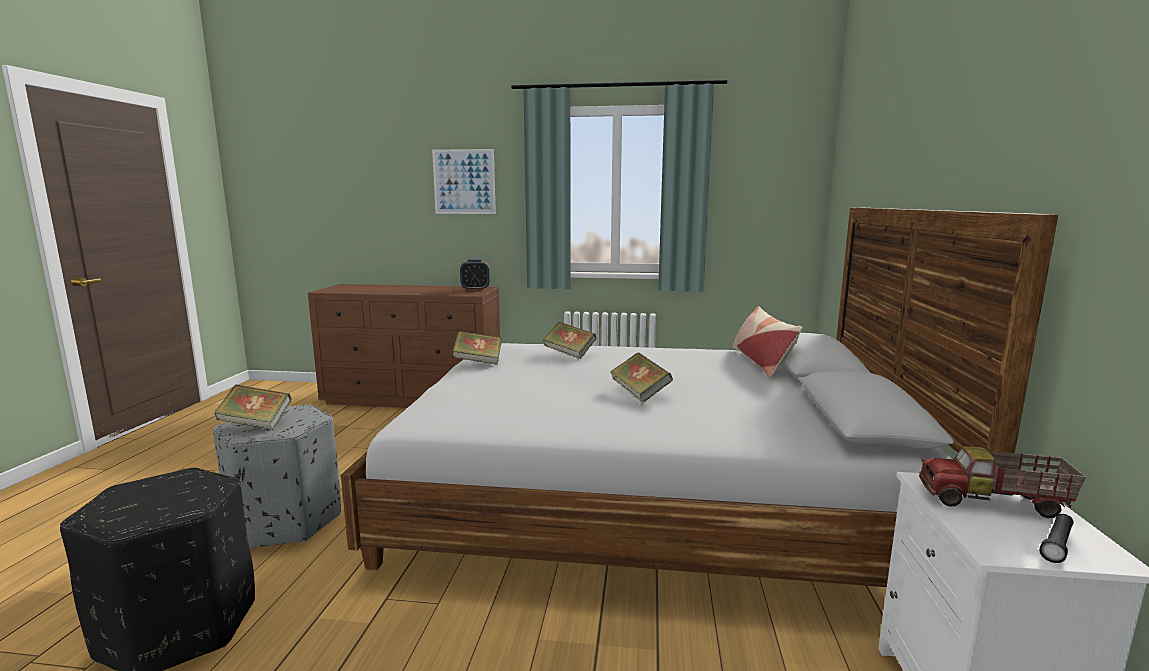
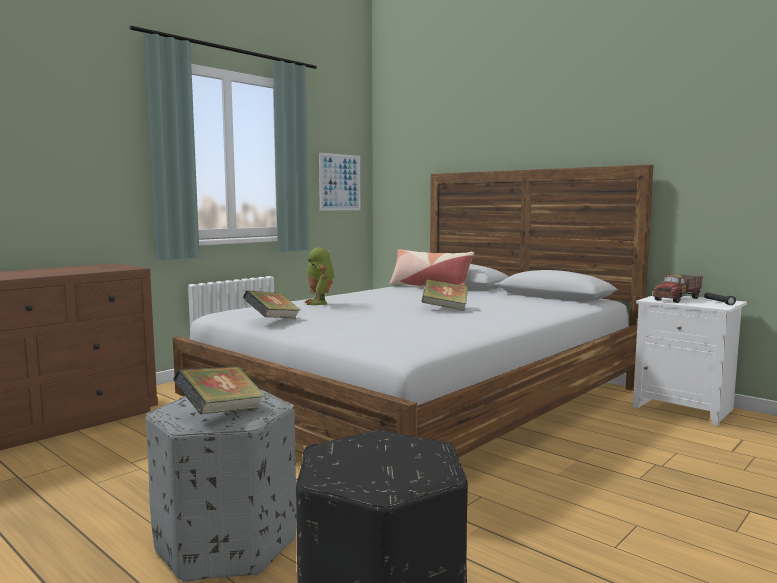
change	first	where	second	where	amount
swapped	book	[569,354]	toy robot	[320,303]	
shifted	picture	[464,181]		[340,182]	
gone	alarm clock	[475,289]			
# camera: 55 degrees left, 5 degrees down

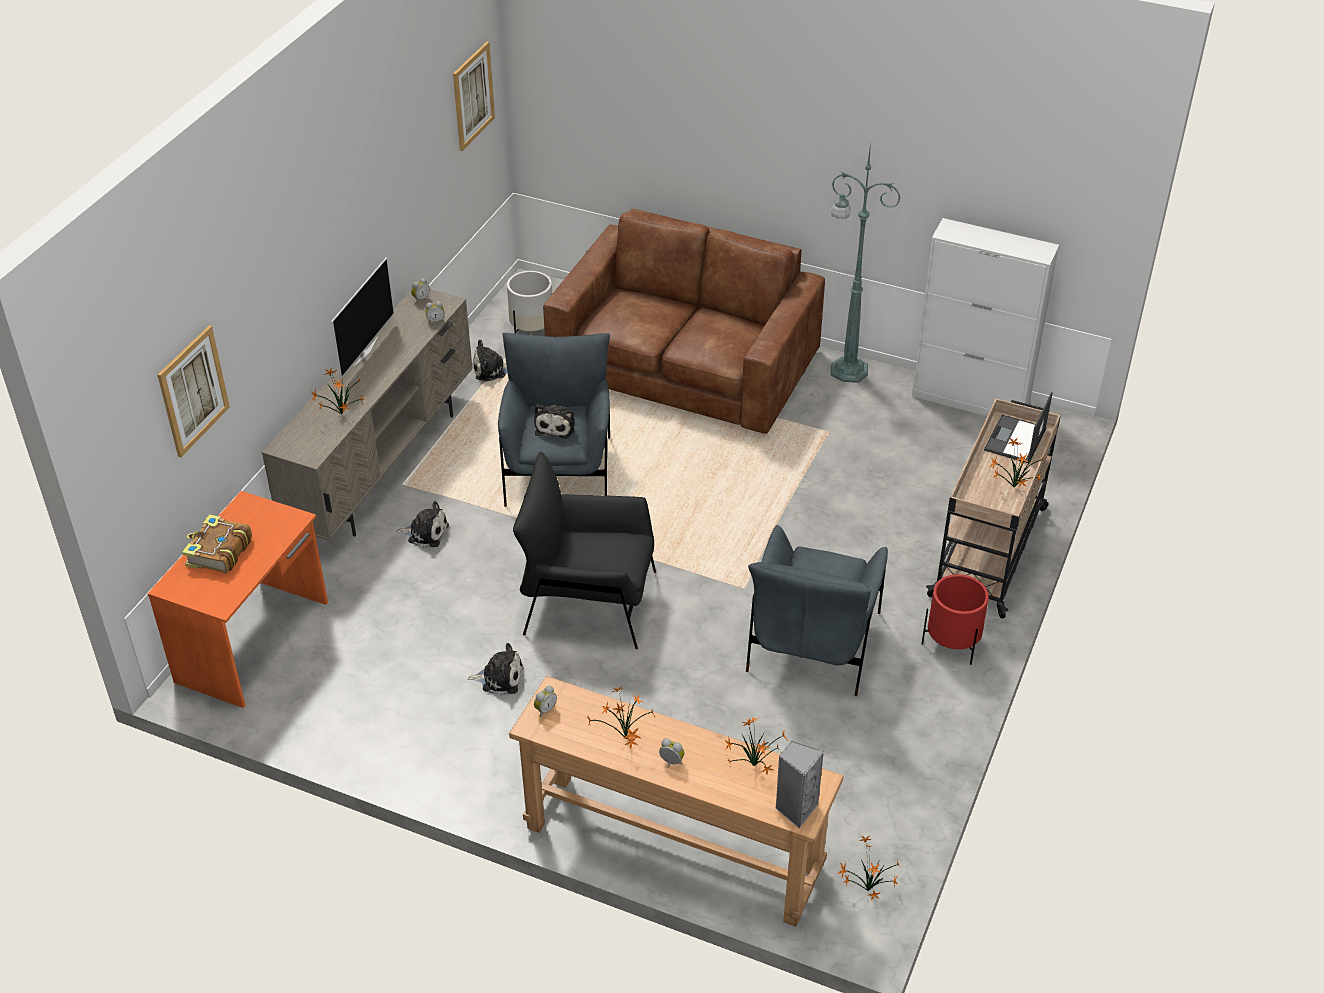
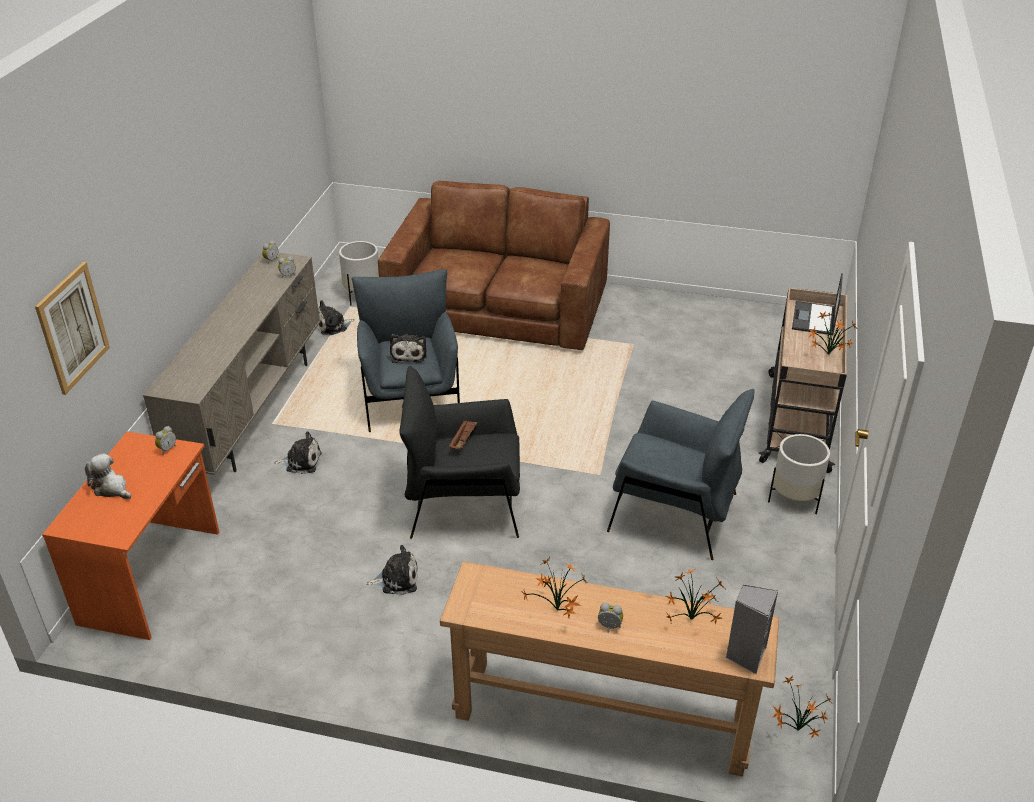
change	first	where	second	where	amount
swapped	book	[218,552]	plush toy	[111,488]	
shifted	alarm clock	[545,709]		[167,449]	
new			brown tray	[463,440]	
rotated	grey armchair	[813,643]		[674,513]	75 degrees counterclockwise
repainted	red planter	[952,644]	white planter	[794,499]	
gone	potted plant	[340,414]			
gone	television	[364,352]			
gone	picture	[473,96]			
gone	green floor lamp	[847,369]			
gone	white cabinet	[971,400]			
# camera: 10 degrees left, 5 degrees down

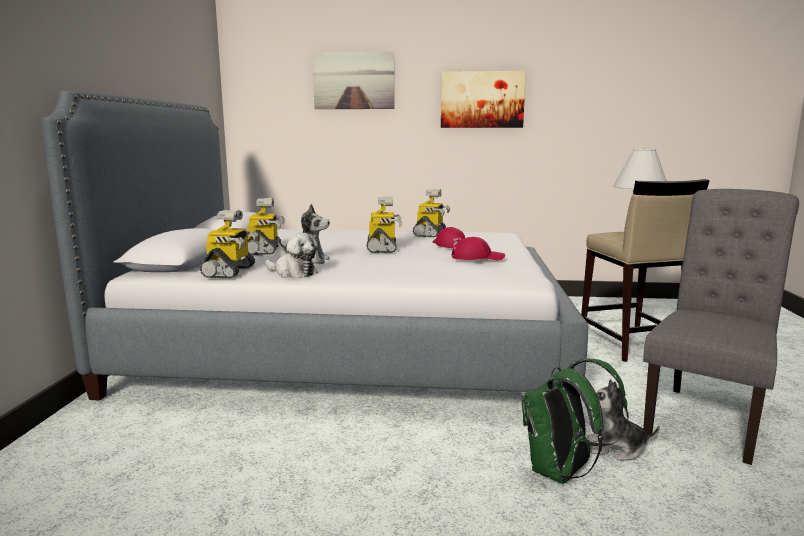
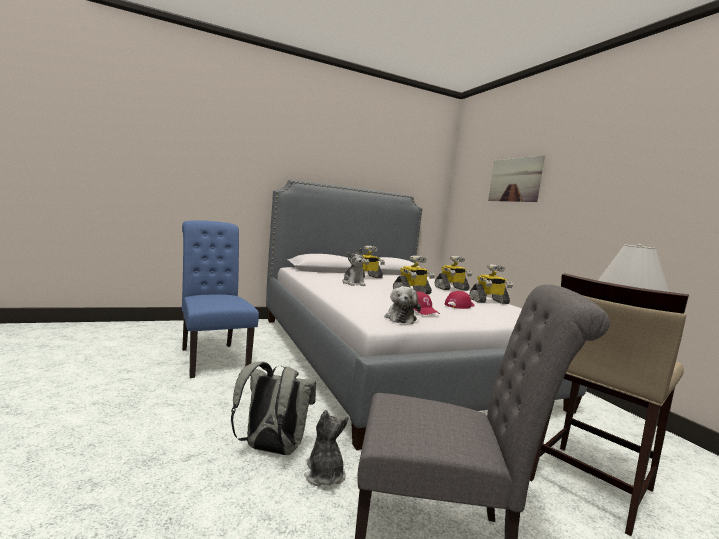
change	first	where	second	where	amount
new			blue chair	[212,357]	
repainted	green backpack	[562,473]	grey backpack	[270,449]	
shifted	plush toy	[293,273]		[400,318]	
shifted	toy robot	[230,271]		[451,289]	
gone	picture	[482,100]			
# camera: 60 degrees right, 5 degrees down

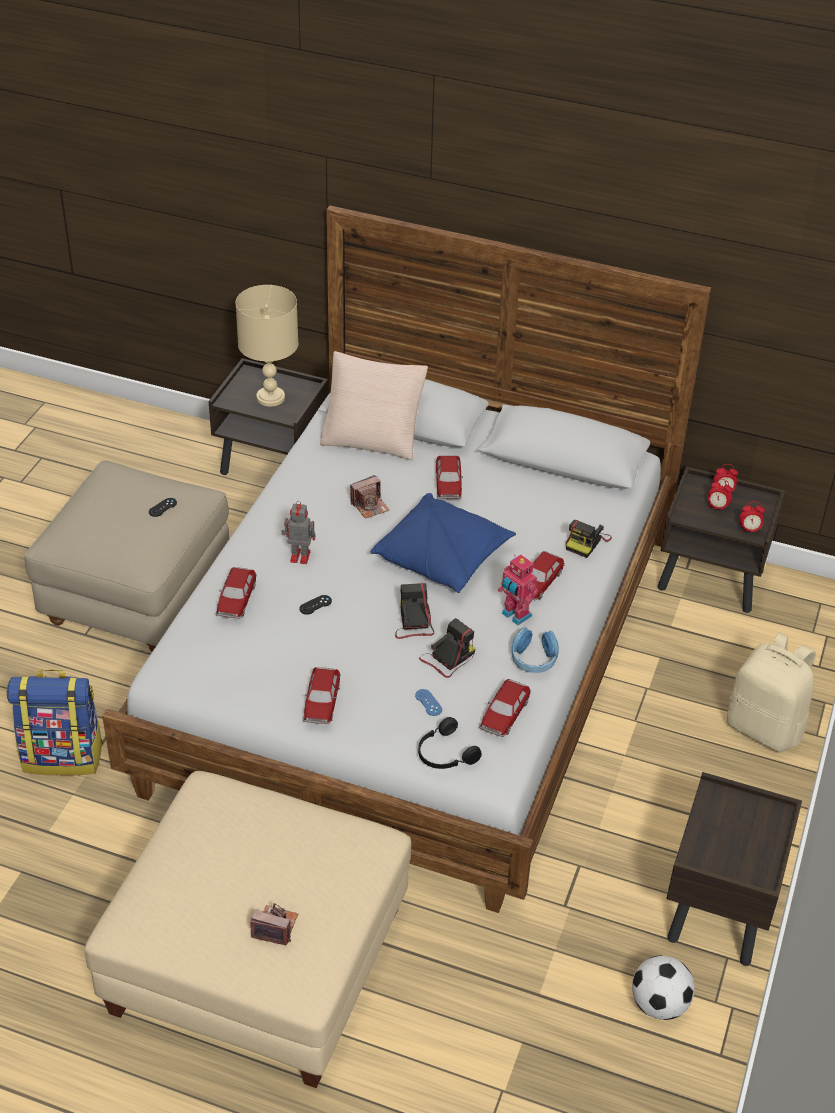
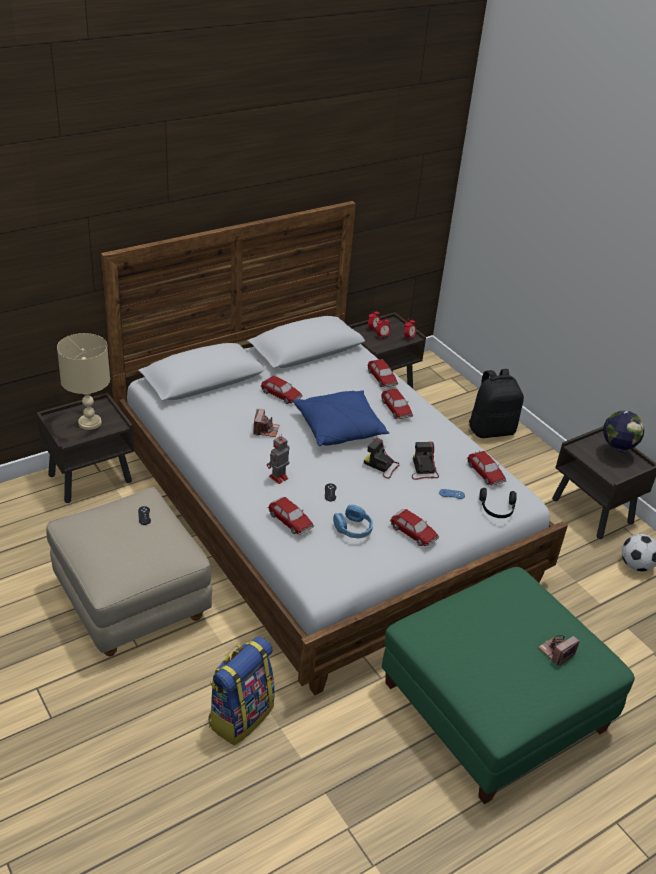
change	first	where	second	where	amount
shifted	blue headphones	[534,658]		[353,529]	
swapped	photo camera	[586,542]	toy car	[382,378]	
repainted	beige ottoman	[260,958]	green ottoman	[494,705]	
repainted	beige backpack	[765,727]	black backpack	[491,429]	
new			globe	[615,454]	
gone	beige pillow	[373,436]			
gone	toy robot	[515,615]			
# camera: 55 degrees left, 5 degrees down

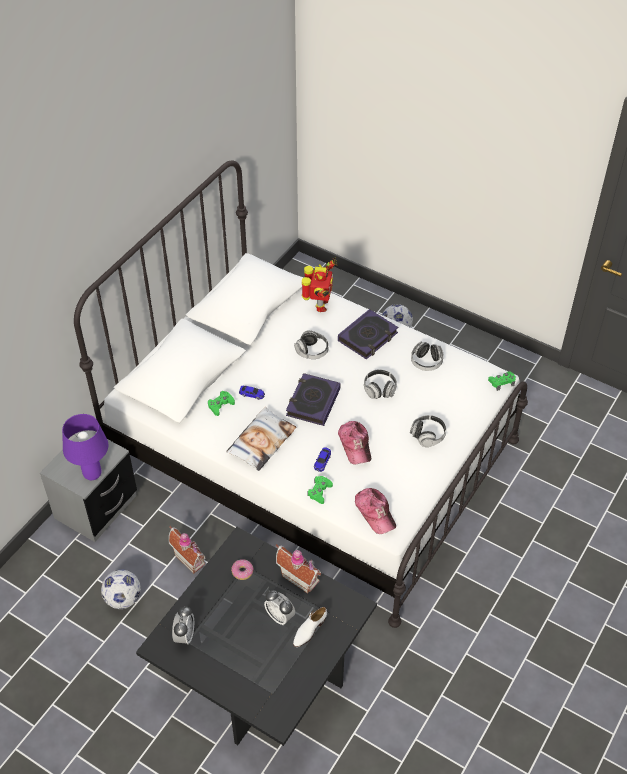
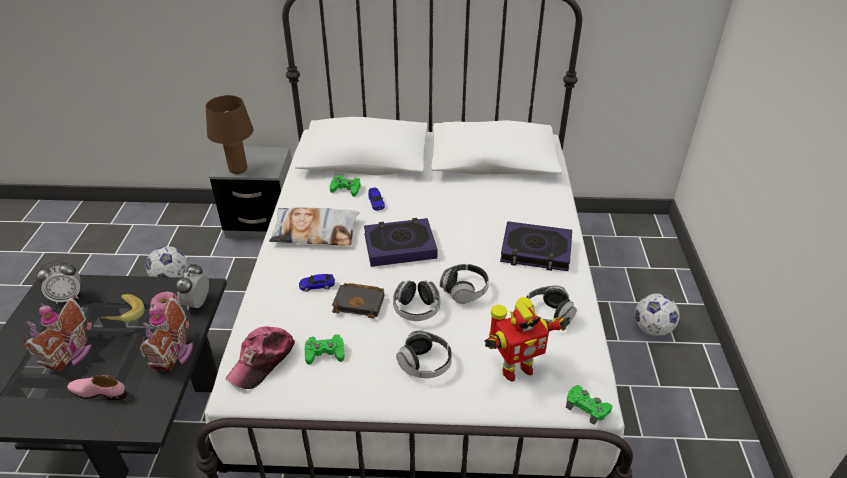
change	first	where	second	where	amount
shifted	toy house	[191,558]		[71,354]	
repainted	white shoe	[309,630]	pink shoe	[98,392]	
new			banana	[123,317]	
shifted	alarm clock	[280,616]		[197,303]	
repainted	purple table lamp	[92,474]	brown table lamp	[238,170]	
shifted	green game controller	[319,491]		[325,353]	
swapped	cap	[355,445]	black book	[360,302]	
shifted	headphones	[312,351]		[416,309]	
shifted	toy robot	[320,305]		[515,369]	
# camera: 60 degrees right, 10 degrees down

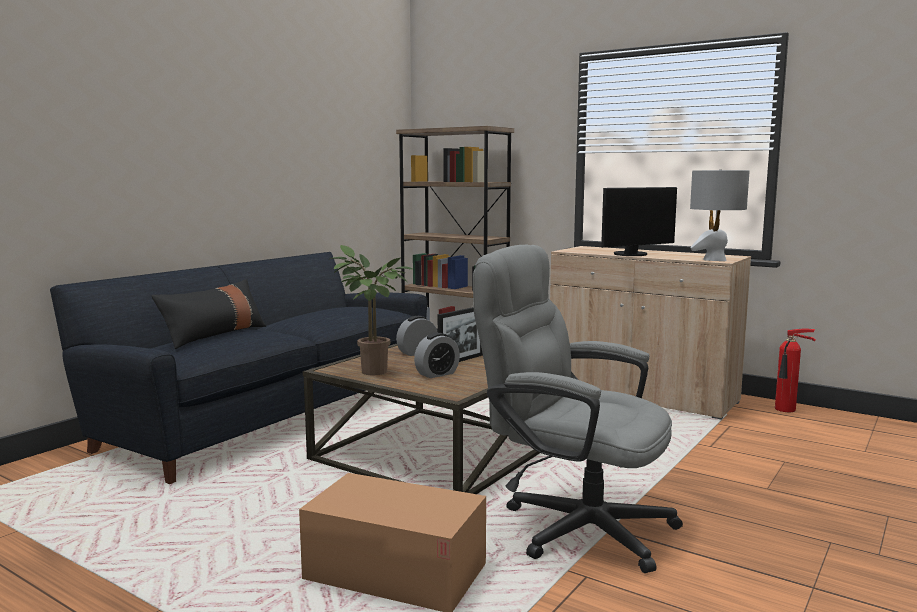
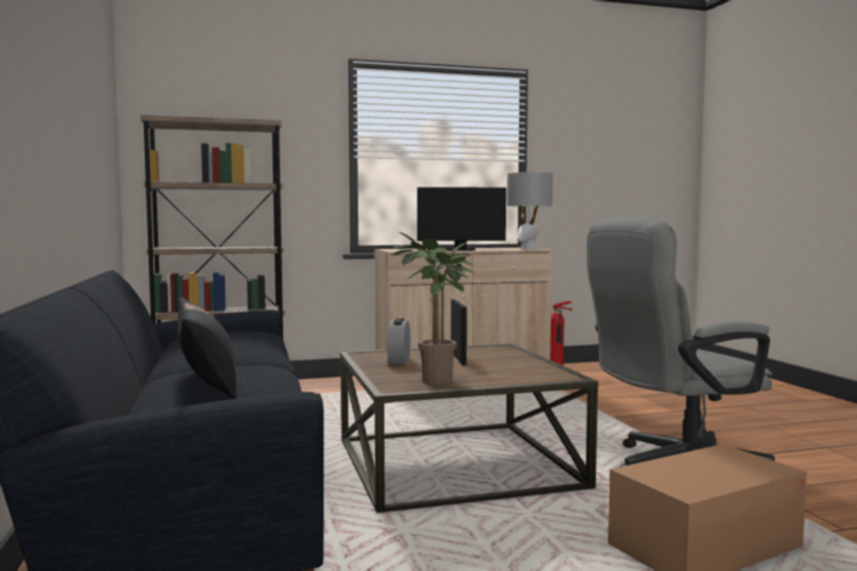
change	first	where	second	where	amount
rotated	monitor	[633,254]		[461,250]	75 degrees clockwise
gone	alarm clock	[437,374]			
# camera: 50 degrees left, 5 degrees down

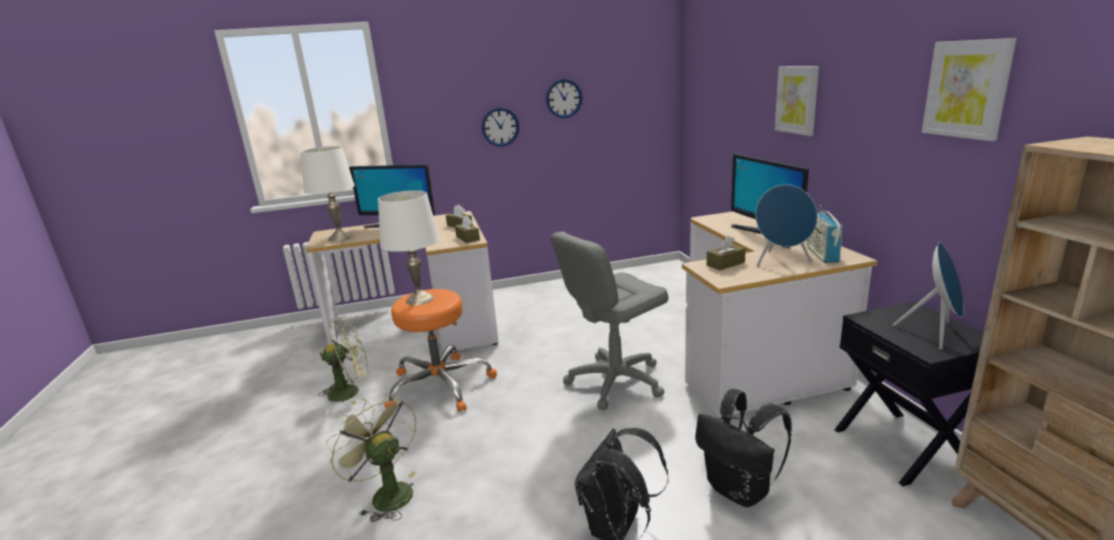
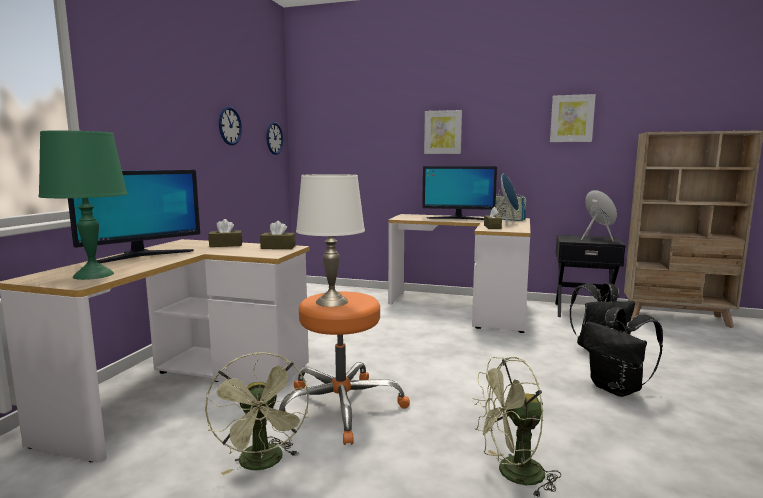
change	first	where	second	where	amount
repainted	white table lamp	[340,237]	green table lamp	[93,275]	
rotated	green fan	[351,391]		[263,464]	150 degrees clockwise
shifted	wall clock	[500,127]		[274,138]	
gone	grey office chair	[615,381]			
# camera: 60 degrees left, 10 degrees down

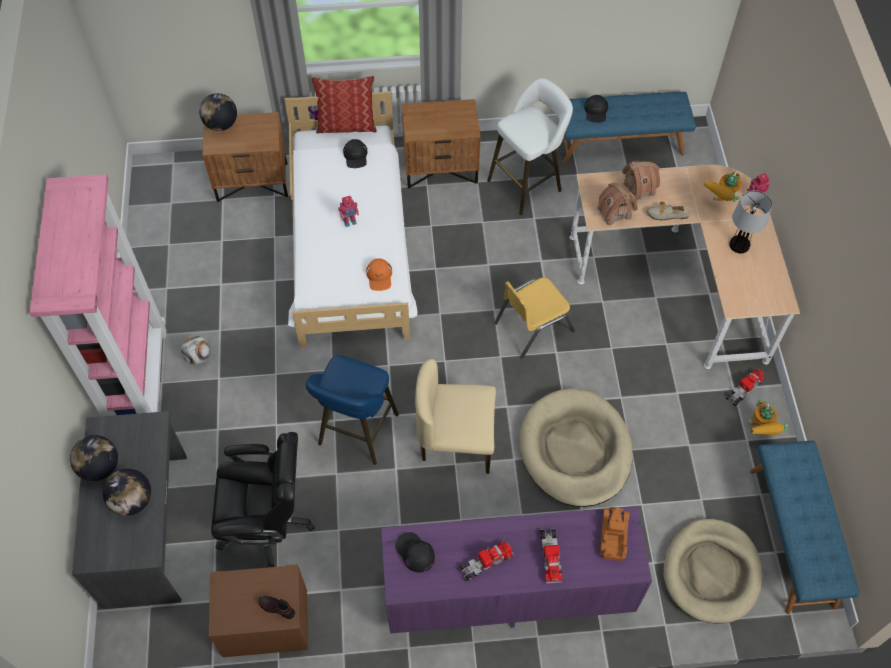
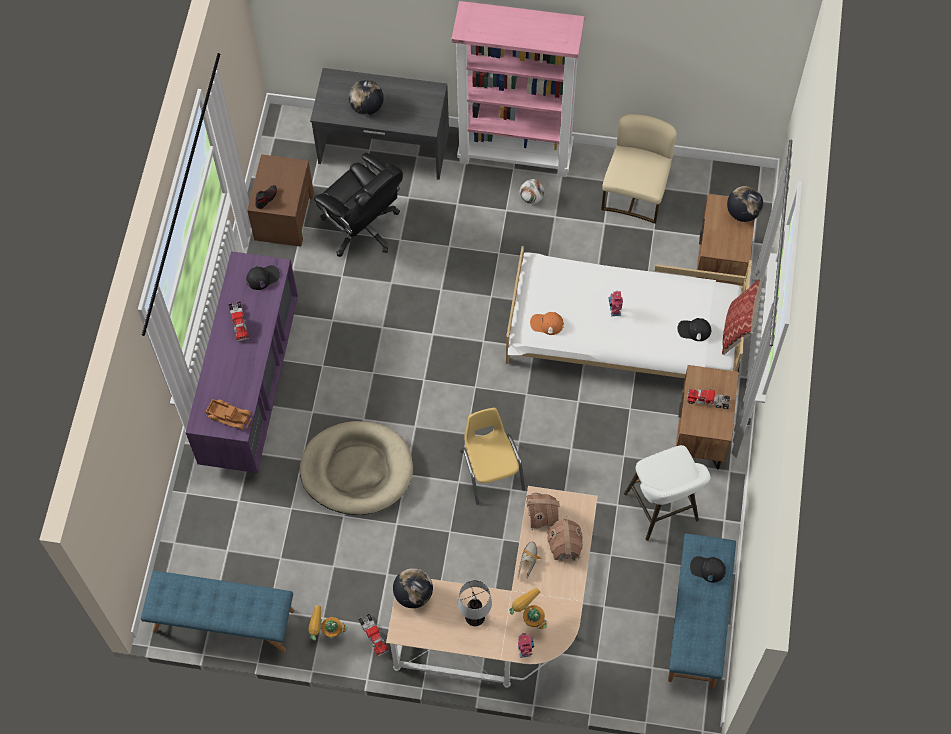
change	first	where	second	where	amount
rotated	black office chair	[267,524]		[362,227]	60 degrees counterclockwise
shifted	globe	[100,467]		[413,594]	
shifted	beige chair	[456,441]		[635,193]	
shifted	toy truck	[550,557]		[708,400]	
gone	blue stool	[356,433]			
gone	beige dog bed	[711,572]			
# camera: 105 degrees right, 5 degrees up

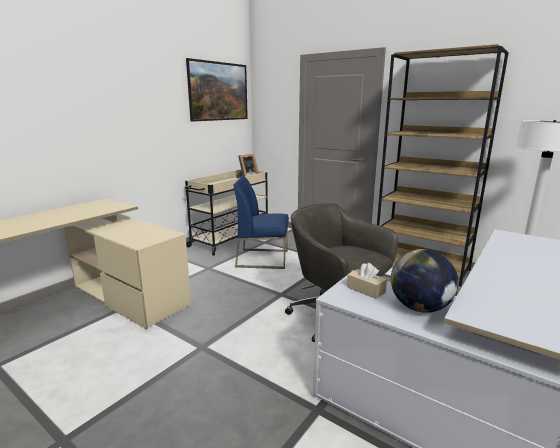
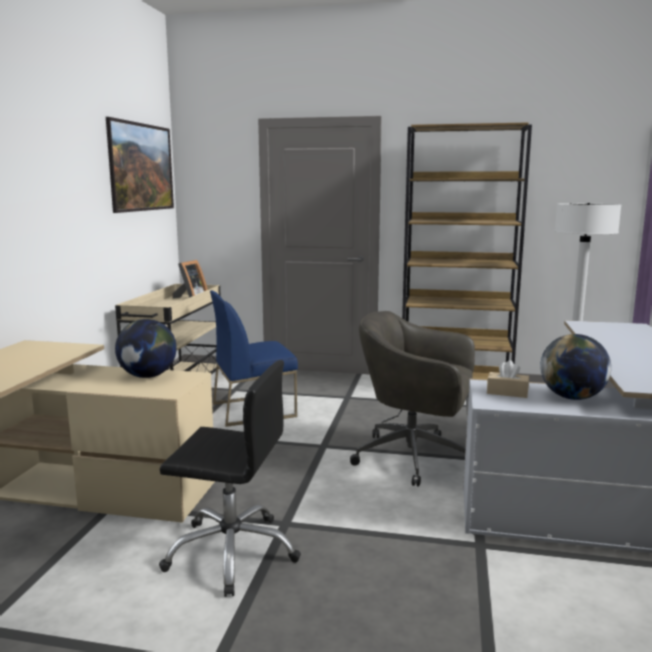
change	first	where	second	where	amount
new			globe	[148,376]	
new			black office chair	[232,552]	
# camera: 25 degrees left, 5 degrees down

